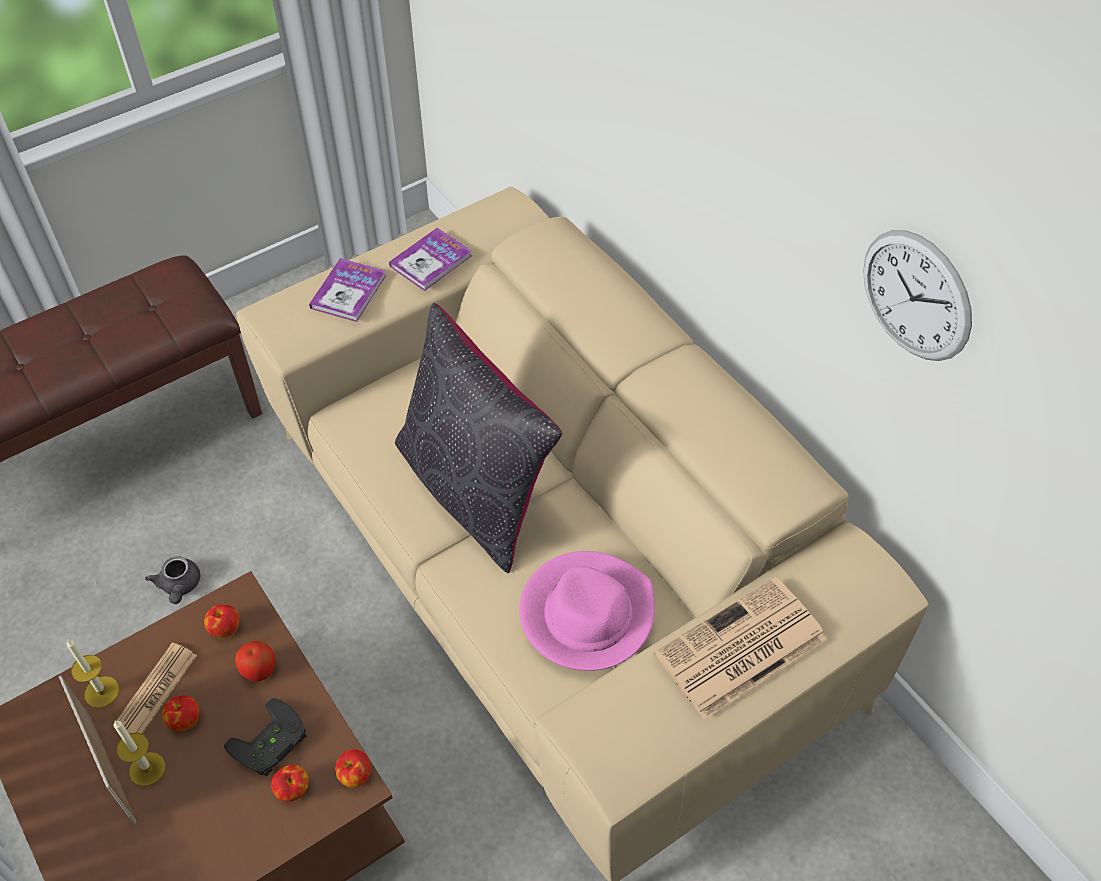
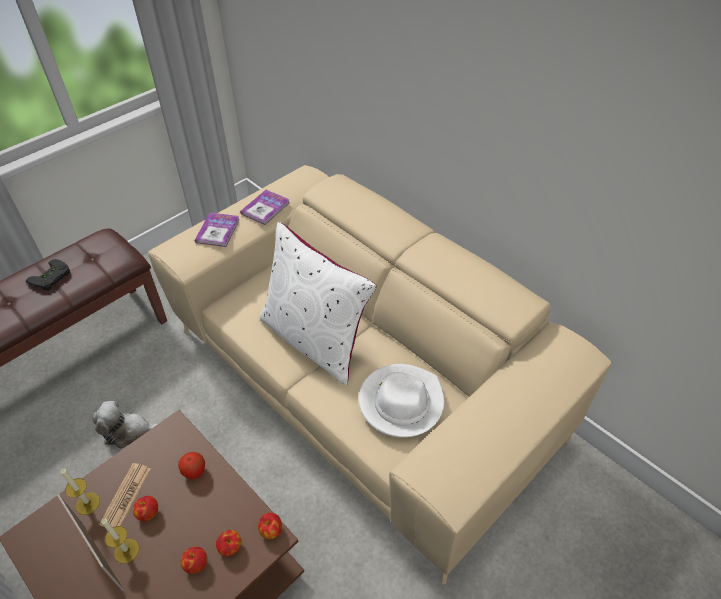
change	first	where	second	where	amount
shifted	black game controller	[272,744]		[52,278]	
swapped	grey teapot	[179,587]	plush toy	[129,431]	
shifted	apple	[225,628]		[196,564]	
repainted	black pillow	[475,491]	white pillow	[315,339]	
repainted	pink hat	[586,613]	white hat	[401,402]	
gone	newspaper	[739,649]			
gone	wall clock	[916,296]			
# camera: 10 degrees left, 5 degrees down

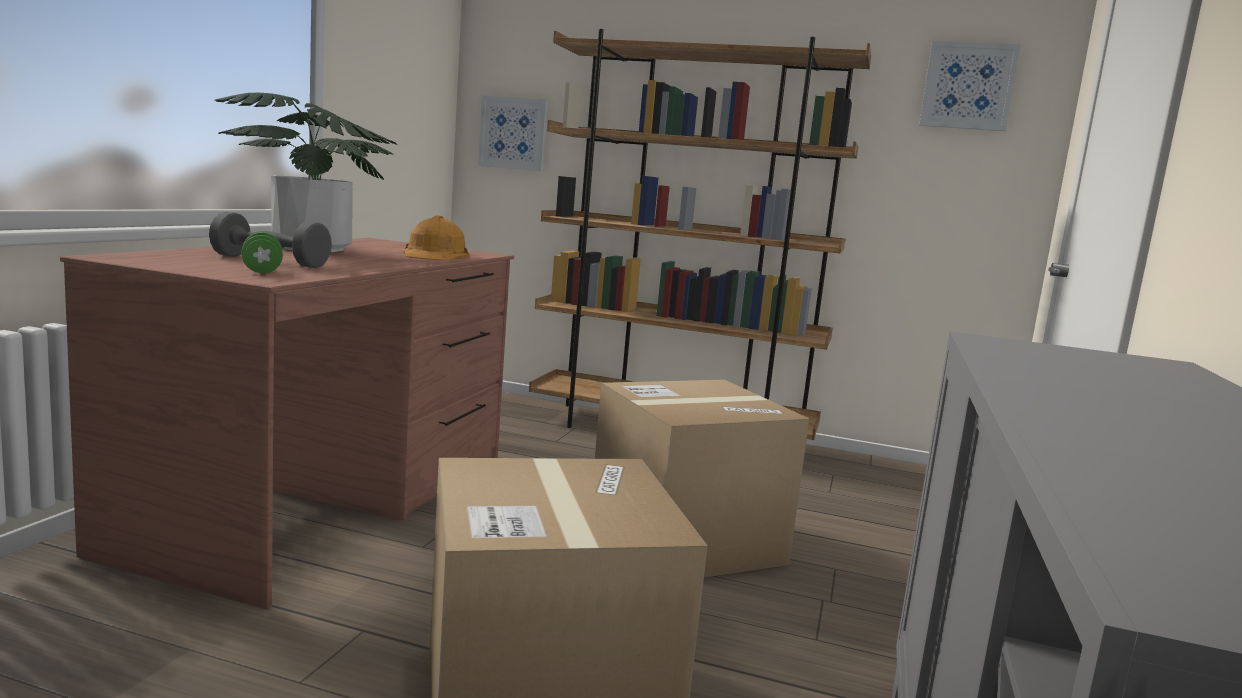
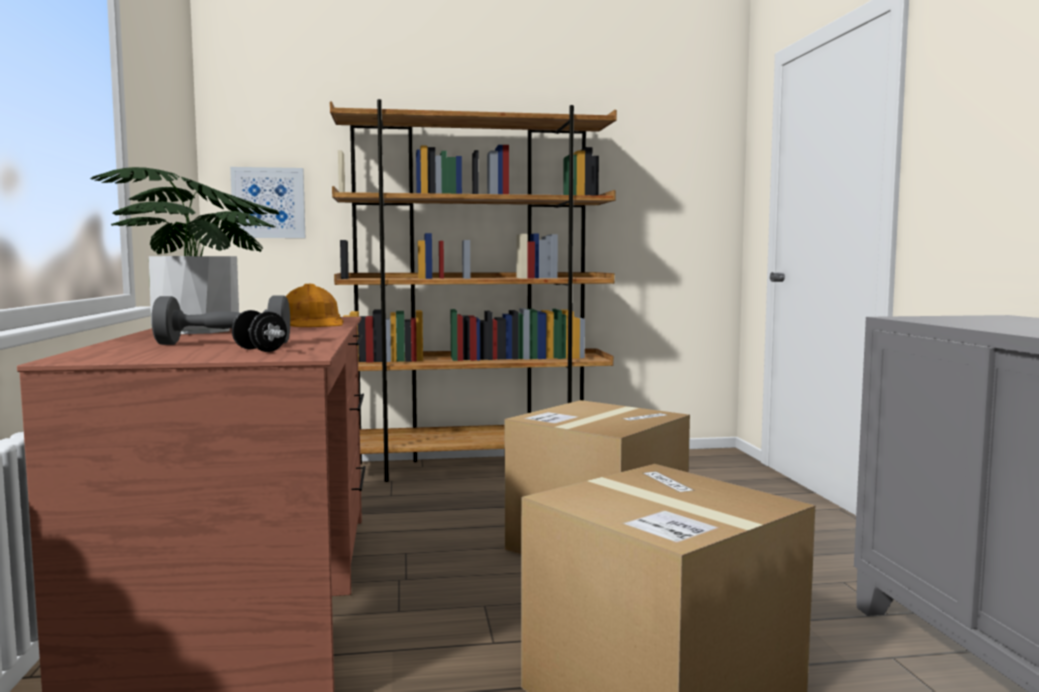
change	first	where	second	where	amount
repainted	green dumbbell	[262,271]	black dumbbell	[260,350]	
gone	picture	[968,86]			
# camera: 25 degrees left, 5 degrees down

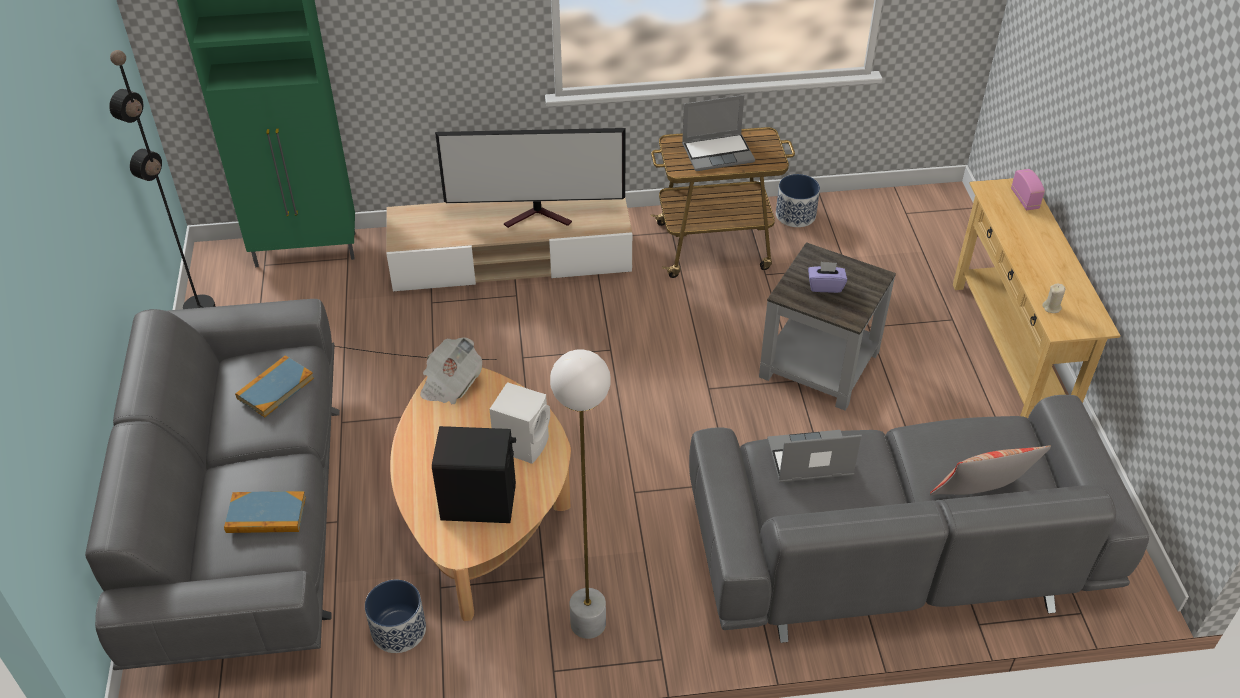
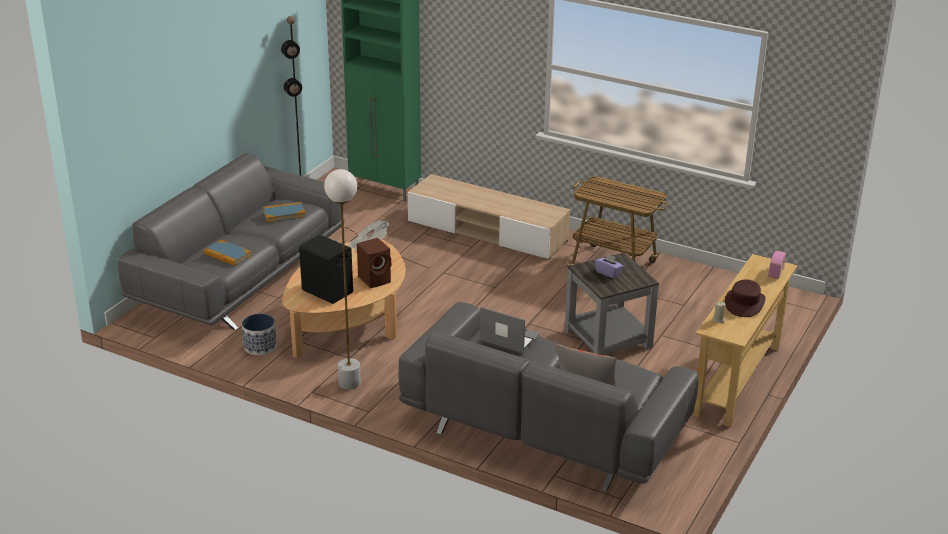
change	first	where	second	where	amount
repainted	white speaker	[523,443]	brown speaker	[375,279]	
new			brown hat	[744,303]	
gone	television	[539,216]			
gone	laptop	[718,152]			
gone	planter	[796,215]			
# camera: 35 degrees right, 15 degrees down

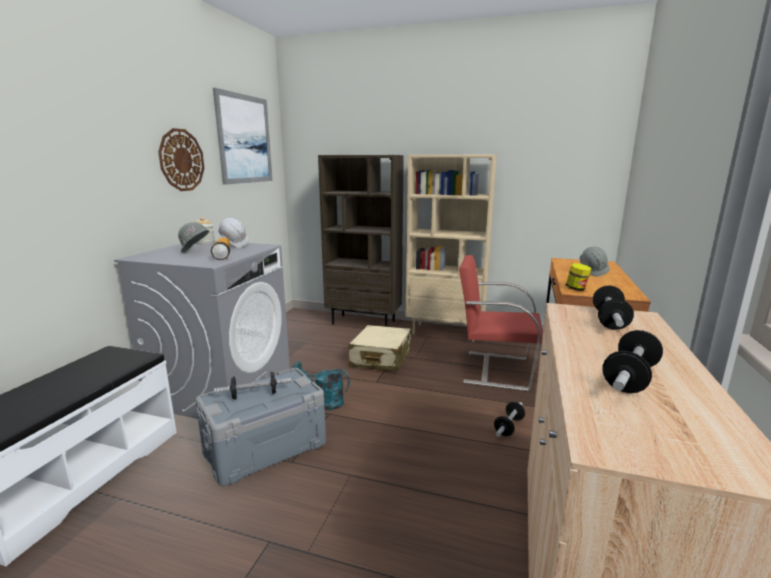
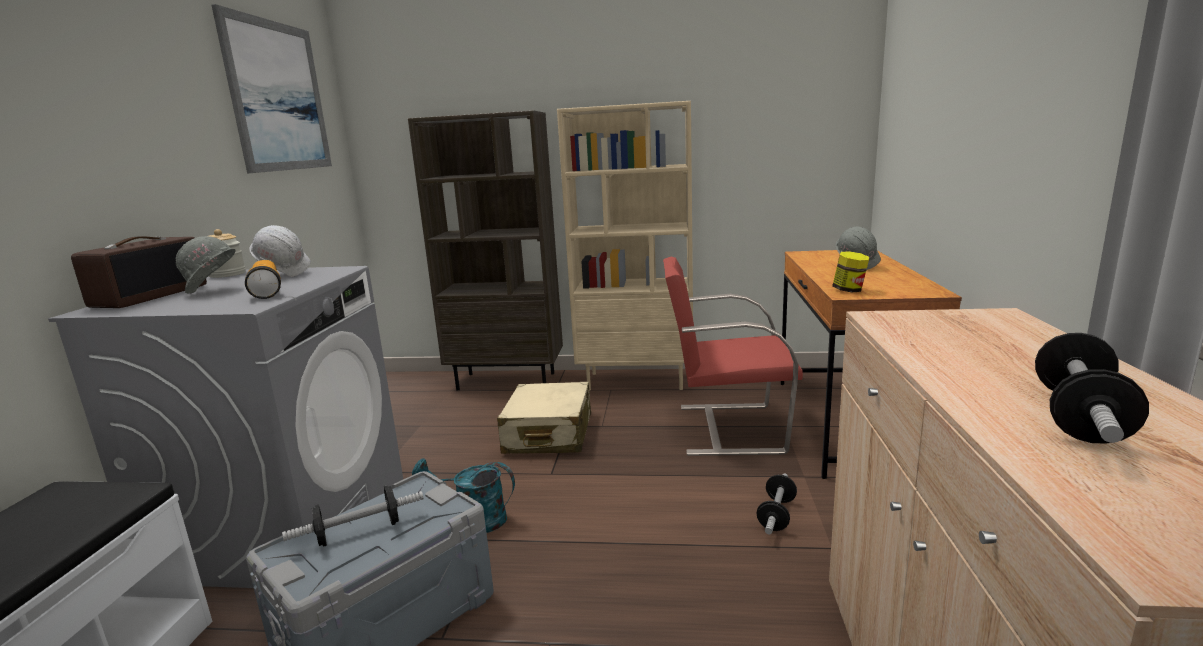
change	first	where	second	where	amount
new			radio	[150,295]	
gone	wall clock	[181,160]			
gone	dumbbell	[609,320]			
# camera: 10 degrees left, 0 degrees up

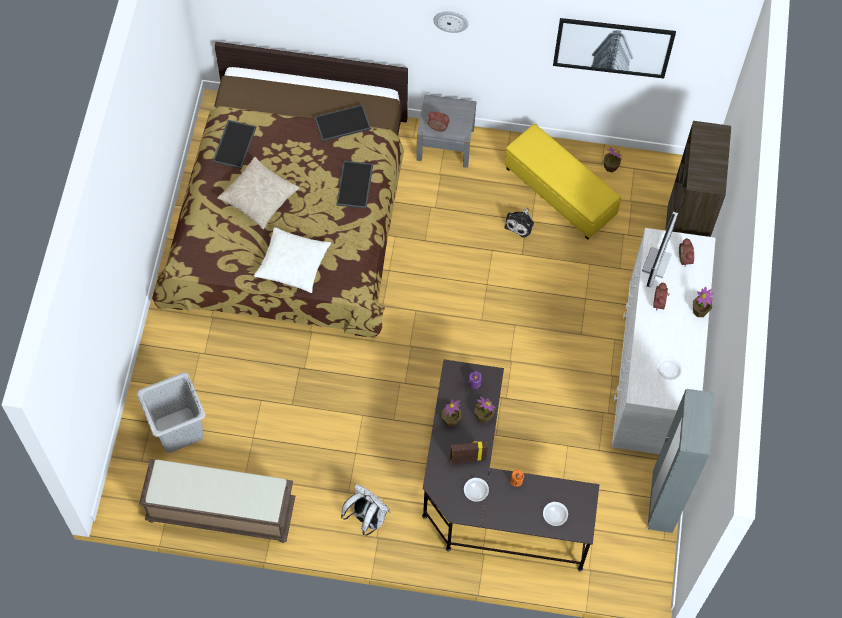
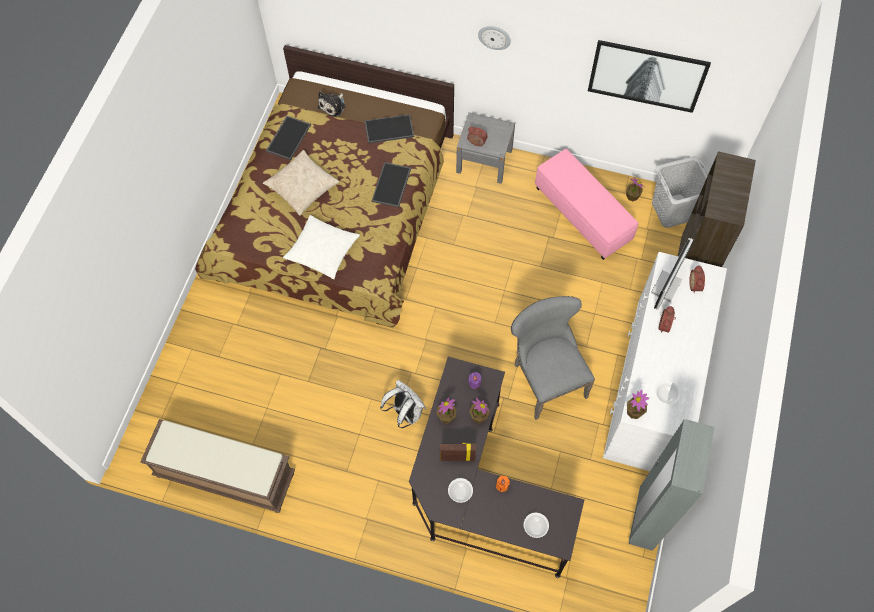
change	first	where	second	where	amount
shifted	plush toy	[520,224]		[333,106]	
shifted	white backpack	[366,518]		[405,413]	
new			grey chair	[545,377]	
repainted	yellow ottoman	[560,192]	pink ottoman	[583,214]	
shifted	potted plant	[700,311]		[634,412]	
shifted	grey laundry basket	[178,429]		[672,210]	
# camera: 10 degrees right, 0 degrees up

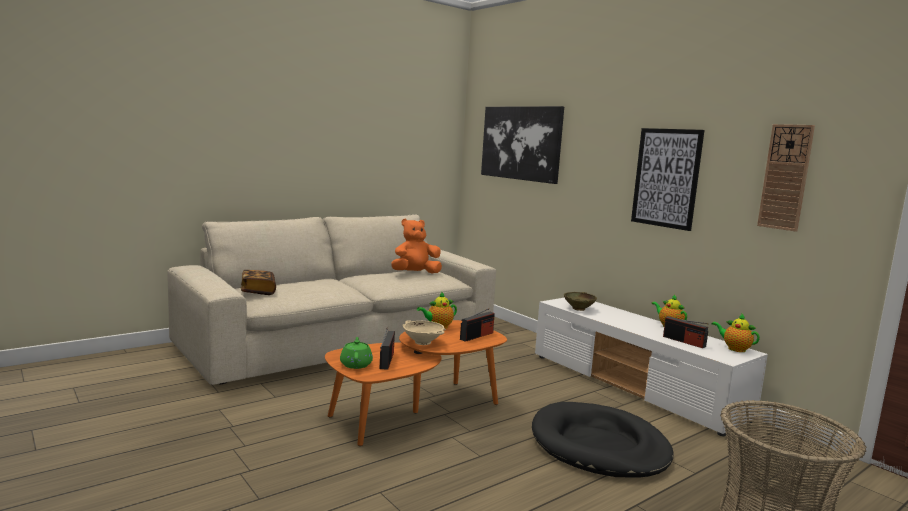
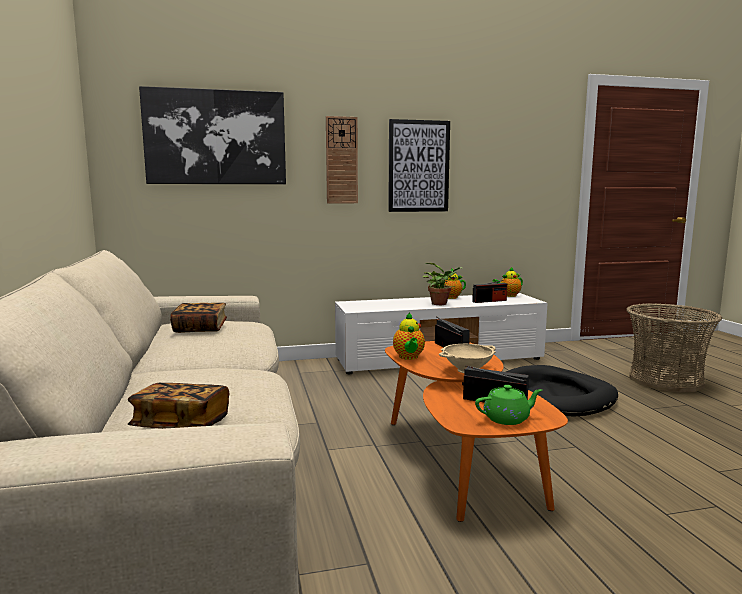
change	first	where	second	where	amount
swapped	orange plush toy	[415,273]	book	[200,329]	
shifted	wall clock	[785,177]		[341,160]	
new			potted plant	[441,304]	
rotated	green teapot	[356,364]		[507,419]	150 degrees clockwise
gone	beige bowl	[579,308]			
# camera: 65 degrees left, 0 degrees up

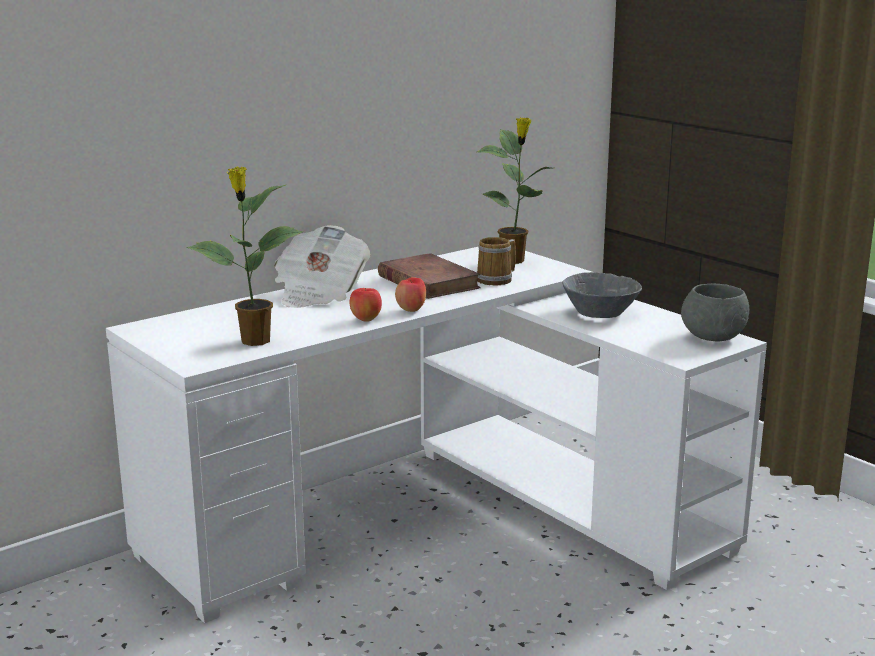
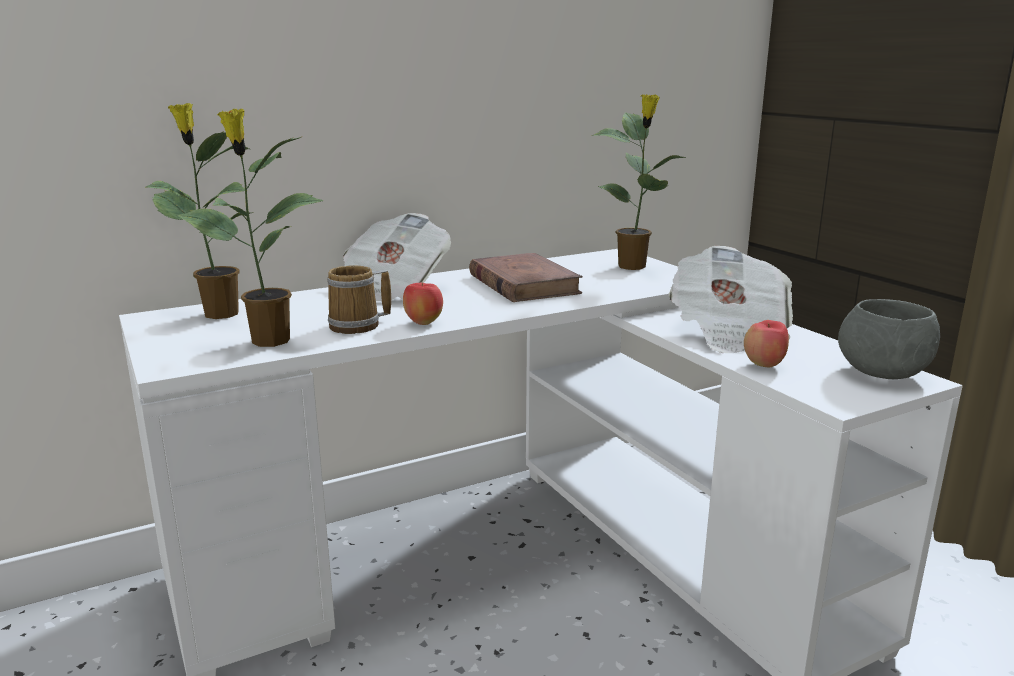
change	first	where	second	where	amount
new			potted plant	[218,314]	
shifted	mug	[497,280]		[358,325]	
swapped	grey bowl	[600,313]	newspaper	[728,332]	
shifted	apple	[411,310]		[764,365]	
# camera: 10 degrees right, 0 degrees up

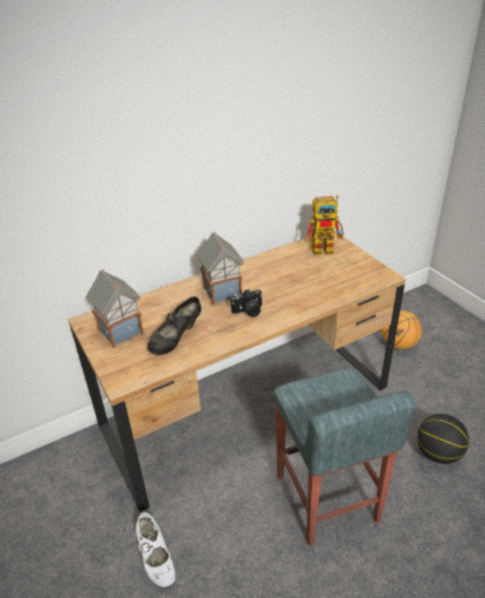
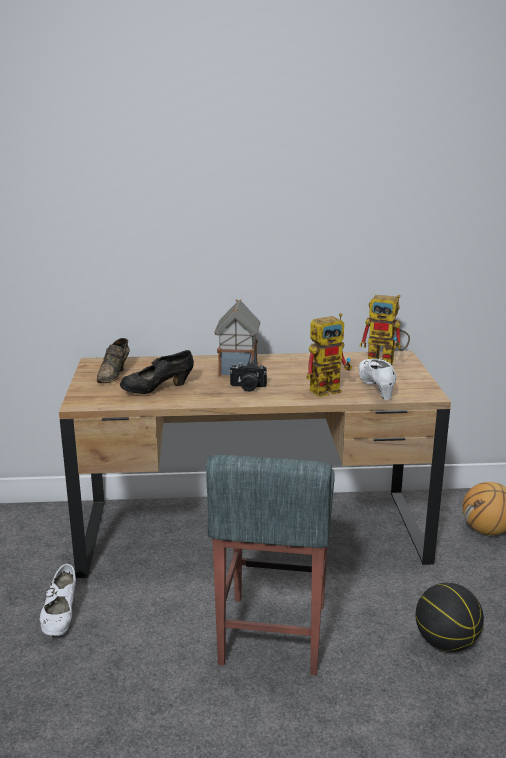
change	first	where	second	where	amount
swapped	toy house	[120,331]	brown shoe	[114,374]	
new			toy robot	[329,389]	
new			white shoe	[376,388]	
# camera: 25 degrees right, 15 degrees down

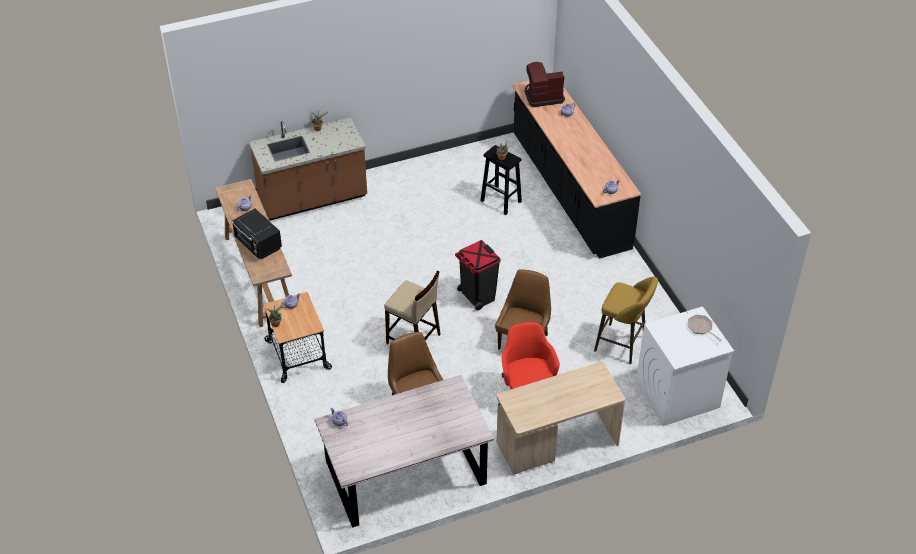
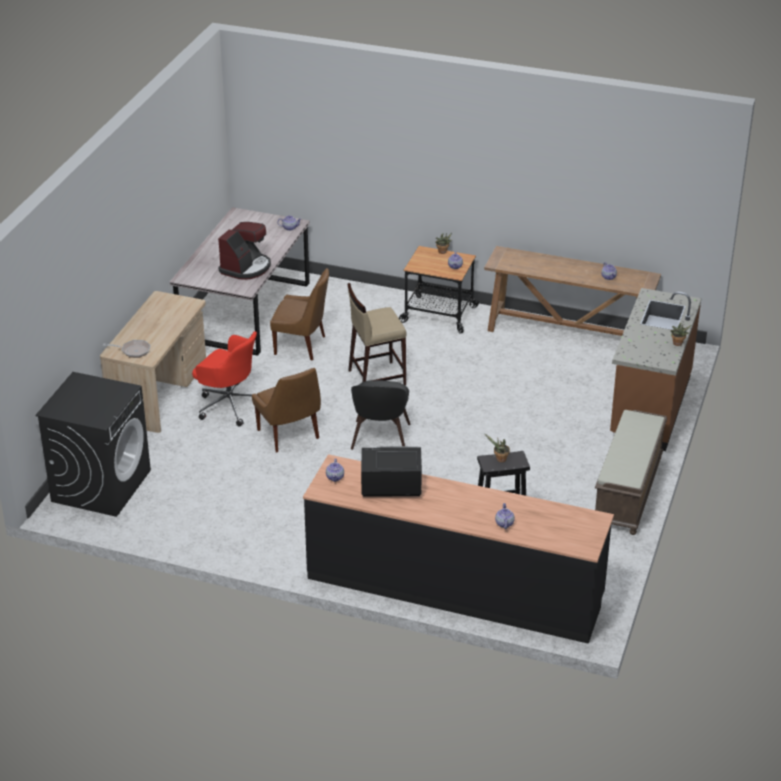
change	first	where	second	where	amount
repainted	white washing machine	[677,395]	black washing machine	[101,485]	
shifted	frying pan	[701,328]		[133,351]	
shifted	coffee machine	[543,96]		[246,267]	
swapped	black trash can	[477,296]	black chair	[380,438]	
shifted	black microwave	[258,245]		[390,487]	
new			brown bench	[628,492]	
gone	yellow stool	[623,345]			
# camera: 130 degrees right, 10 degrees down

